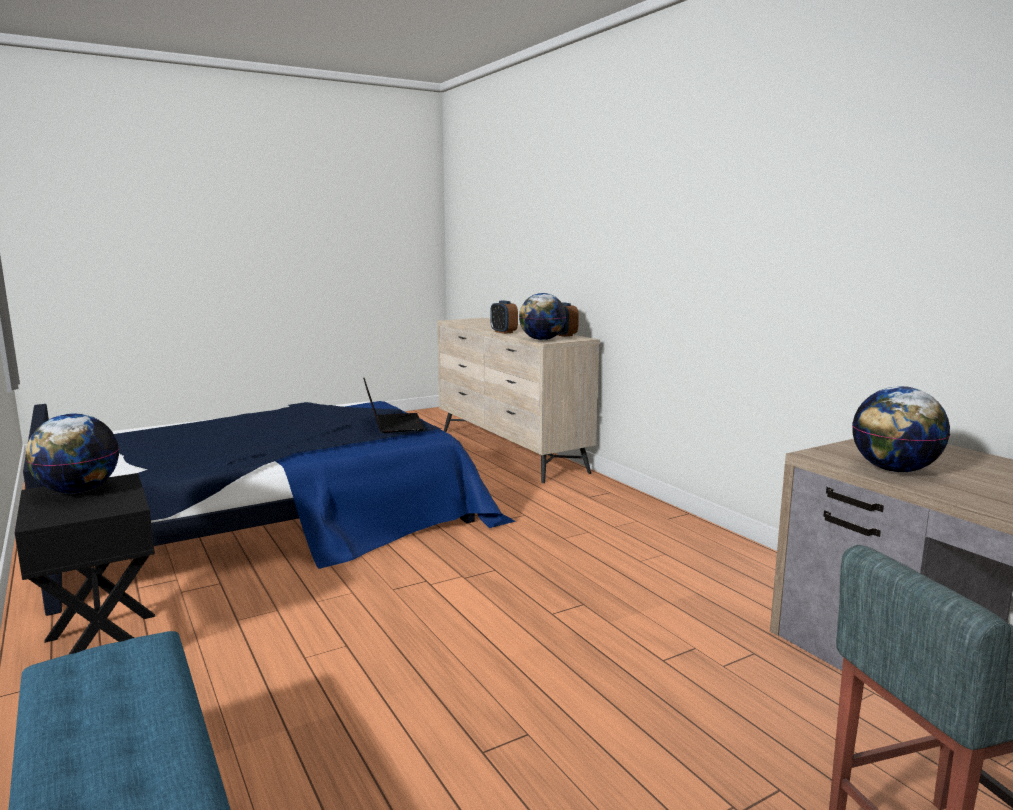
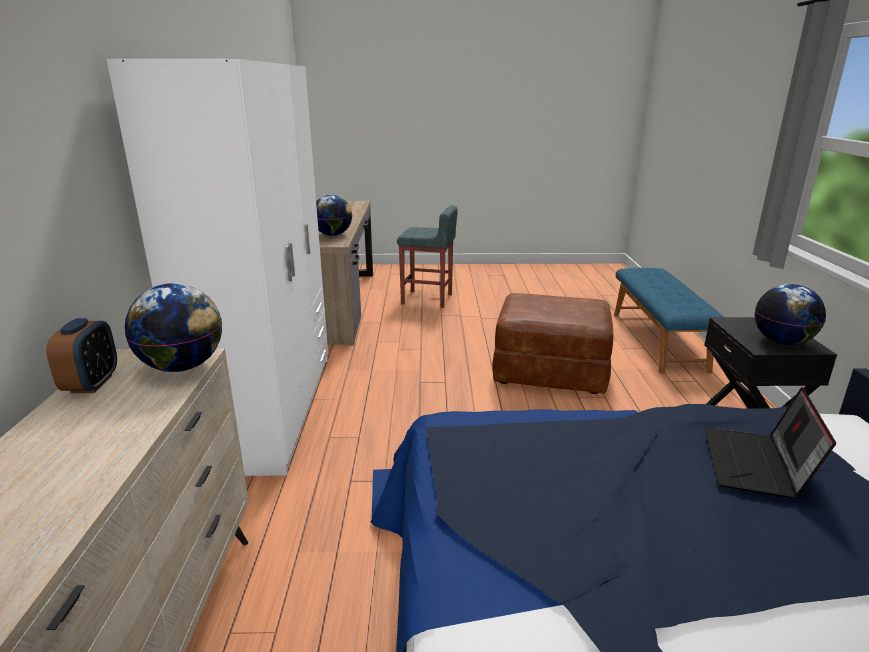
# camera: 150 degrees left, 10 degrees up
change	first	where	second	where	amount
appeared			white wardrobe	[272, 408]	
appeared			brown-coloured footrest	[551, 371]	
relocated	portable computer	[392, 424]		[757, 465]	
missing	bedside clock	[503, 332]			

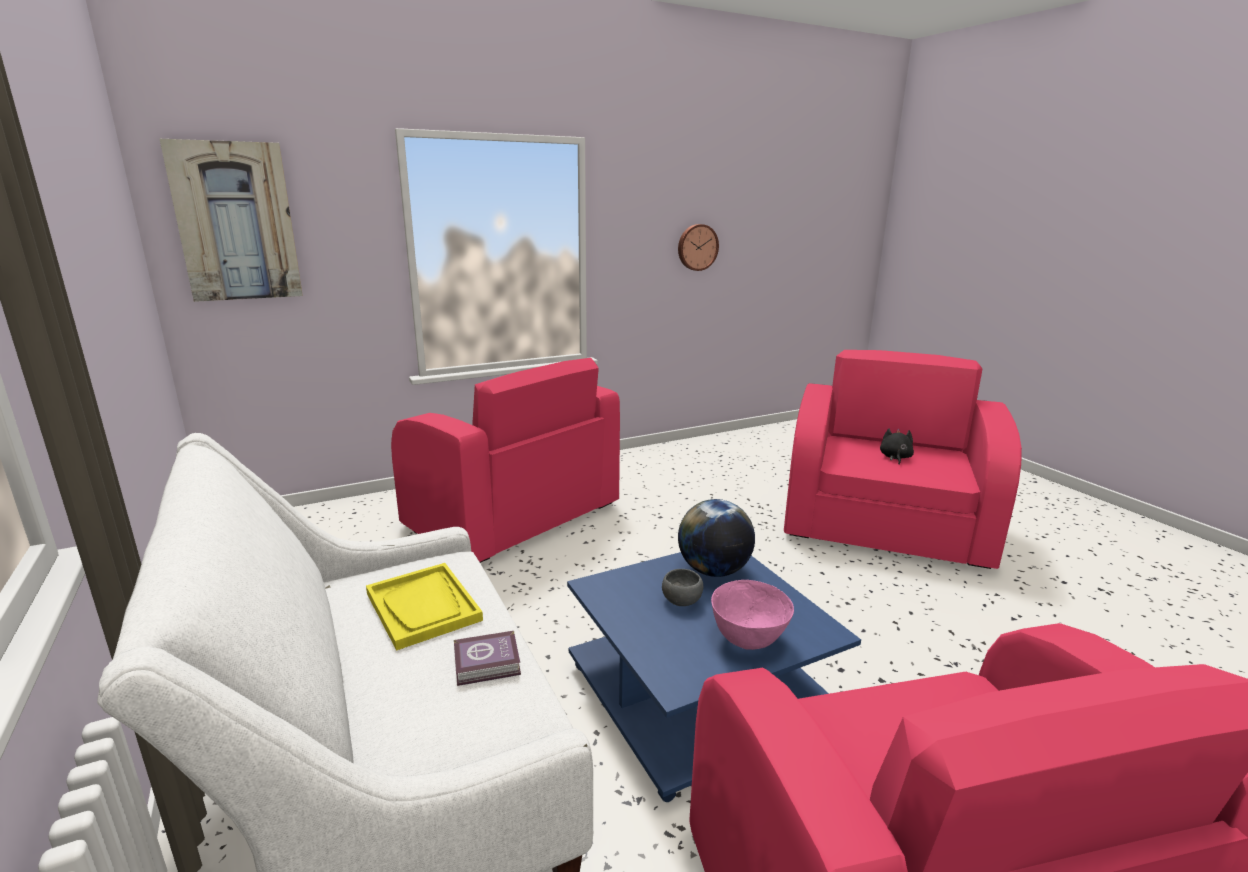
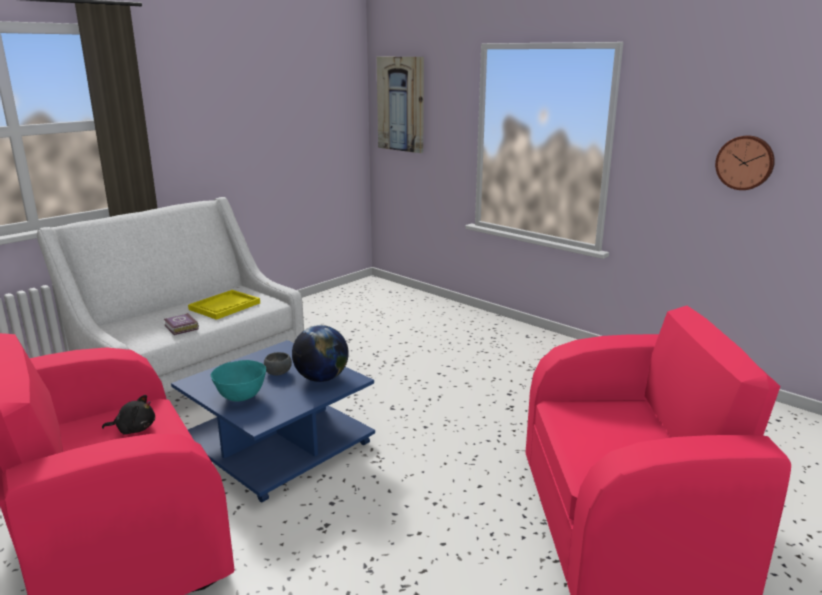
# camera: 70 degrees right, 0 degrees up
change	first	where	second	where	amount
relocated	black plush toy	[895, 457]		[134, 429]	
colour	pink serving bowl	[747, 640]	blue-green serving bowl	[241, 397]	
missing	pink lounge chair	[513, 517]			

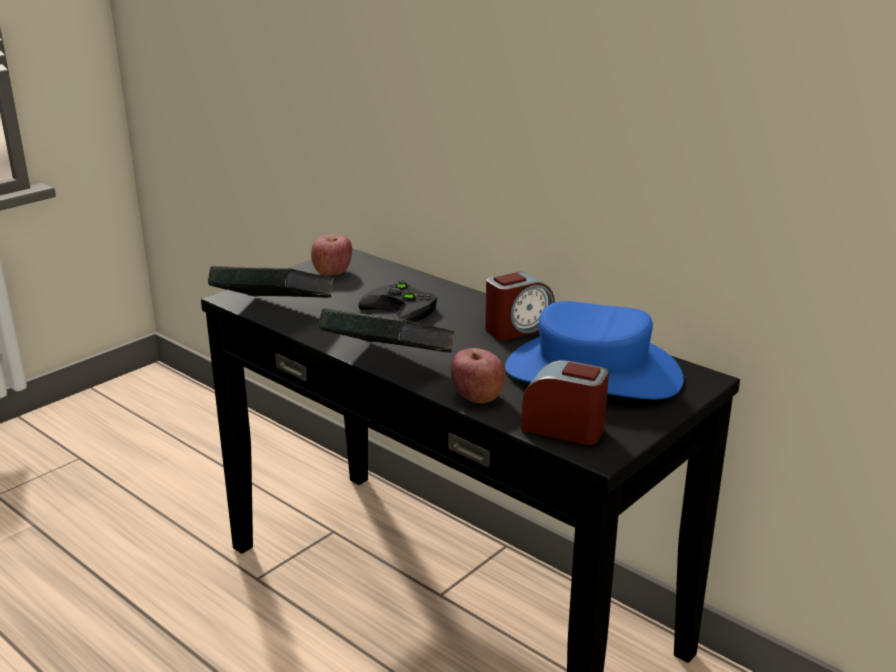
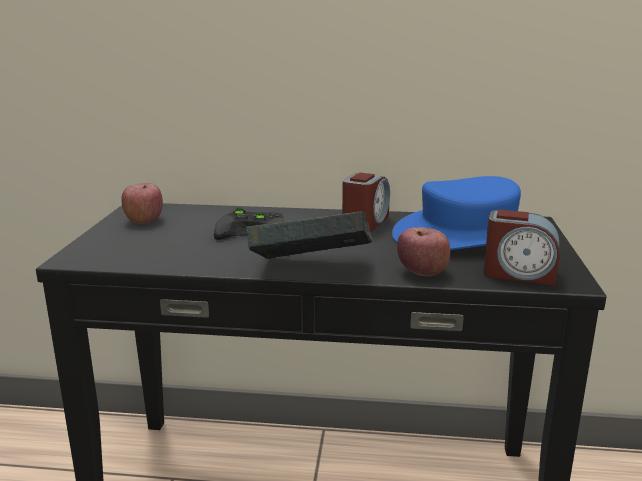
# camera: 35 degrees left, 5 degrees down
change	first	where	second	where	amount
spun	bedside clock	[564, 428]		[519, 274]	150 degrees counterclockwise
missing	book	[273, 313]			

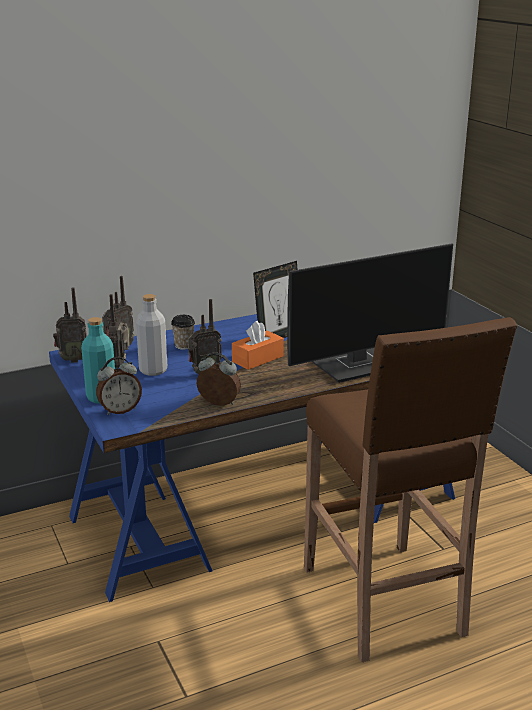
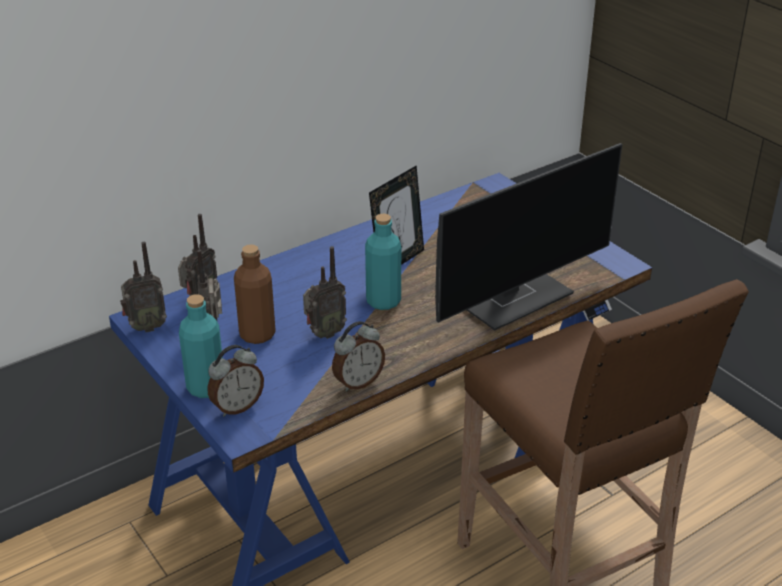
# camera: 10 degrees left, 10 degrees up
change	first	where	second	where	amount
colour	greyish beverage bottle	[153, 370]	brown-coloured beverage bottle	[257, 334]	
spun	bedside clock	[218, 404]		[358, 382]	135 degrees clockwise
exchanged	orange box of tissues	[257, 359]	blue-green beverage bottle	[383, 301]	
missing	small cup	[184, 346]			

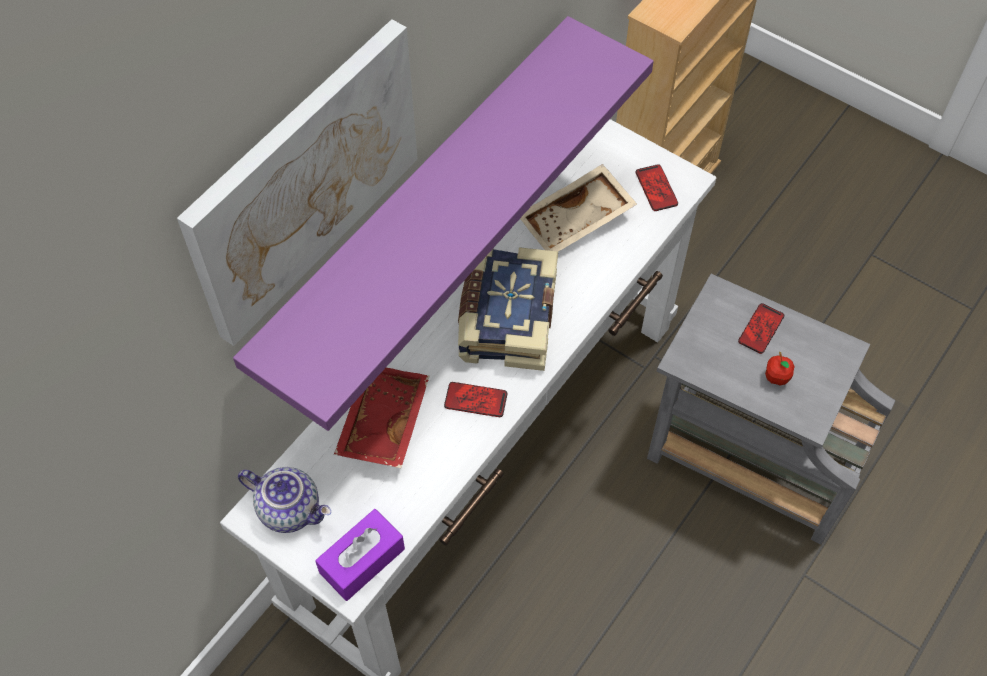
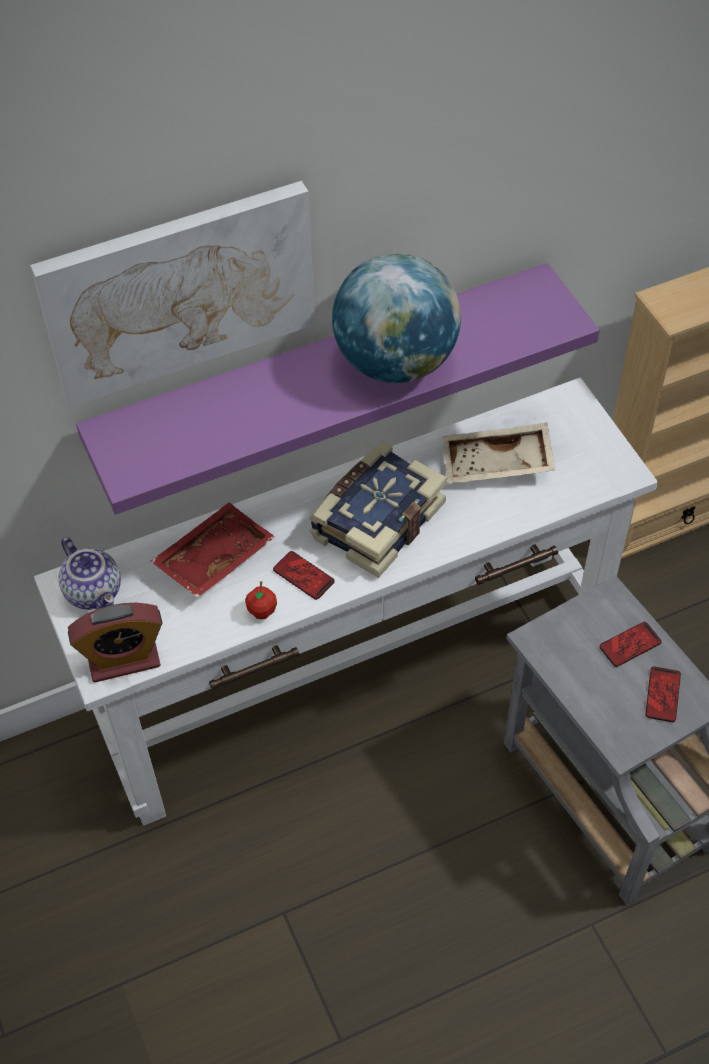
# camera: 30 degrees right, 5 degrees down
change	first	where	second	where	amount
exchanged	purplish box of tissues	[362, 561]	bedside clock	[123, 660]	
relocated	whole apple	[776, 377]		[262, 611]	
appeared			world globe	[396, 362]	
relocated	phone	[656, 188]		[662, 695]	

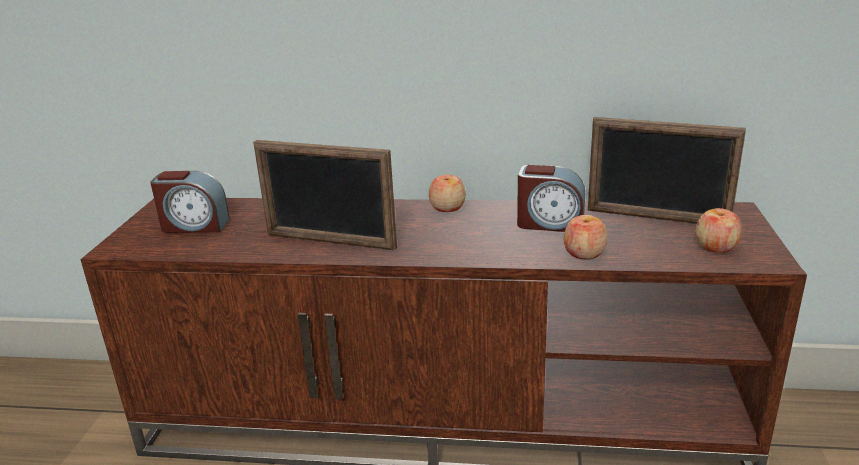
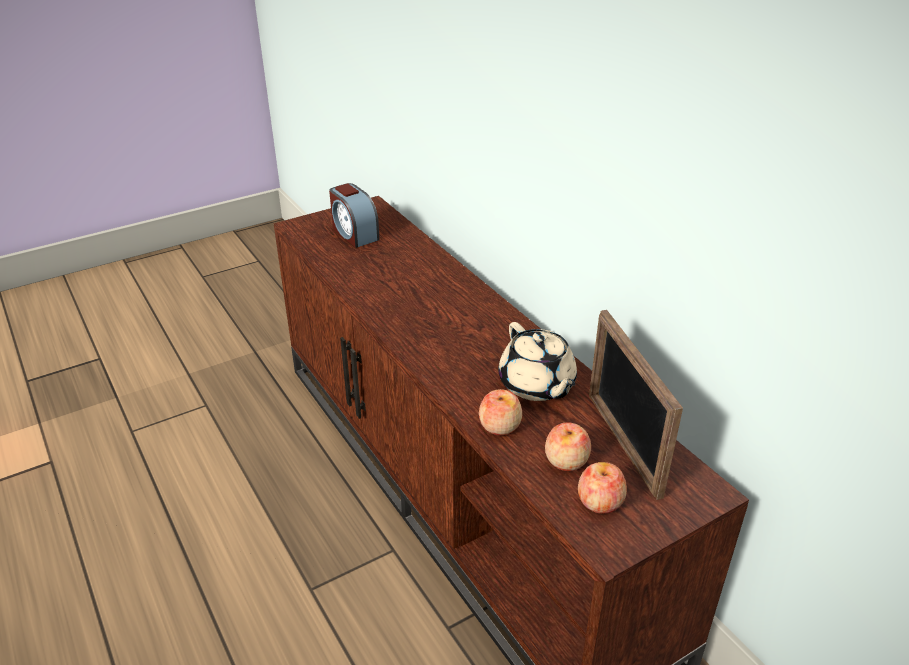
# camera: 50 degrees right, 10 degrees up
change	first	where	second	where	amount
exchanged	bedside clock	[550, 223]	beige-coloured pot for tea	[537, 385]	
relocated	whole apple	[447, 208]		[566, 460]	
missing	standing frame	[330, 241]			

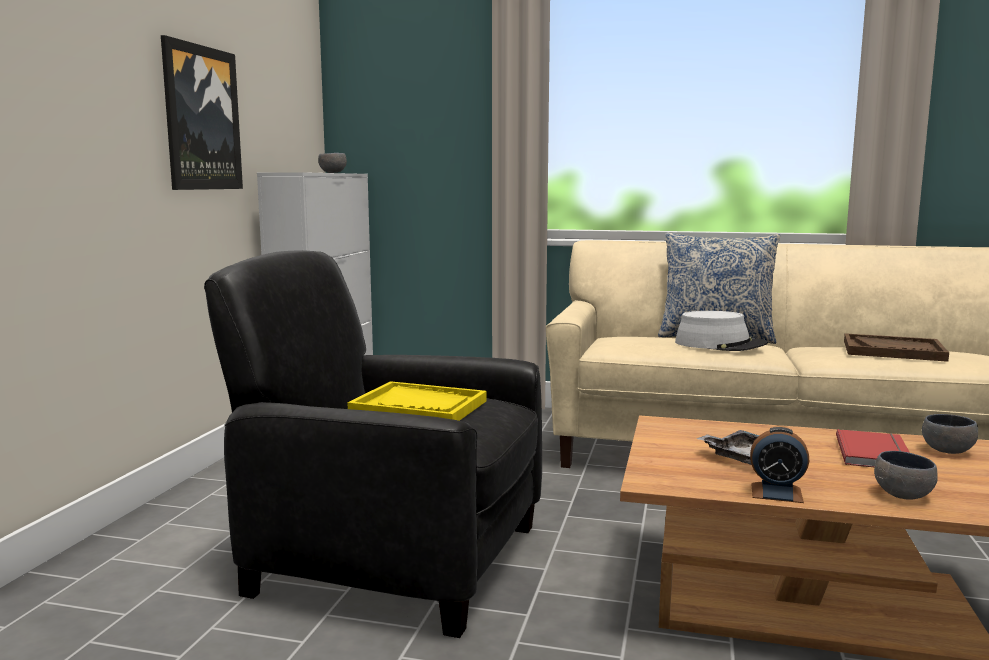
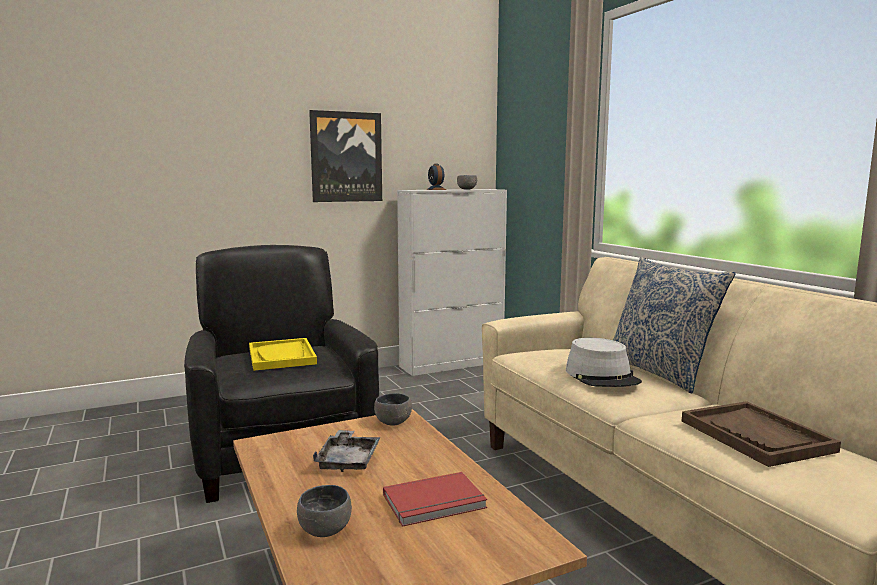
# camera: 50 degrees right, 0 degrees up
change	first	where	second	where	amount
relocated	greyish serving bowl	[945, 451]		[392, 422]	
relocated	bedside clock	[776, 493]		[436, 189]	

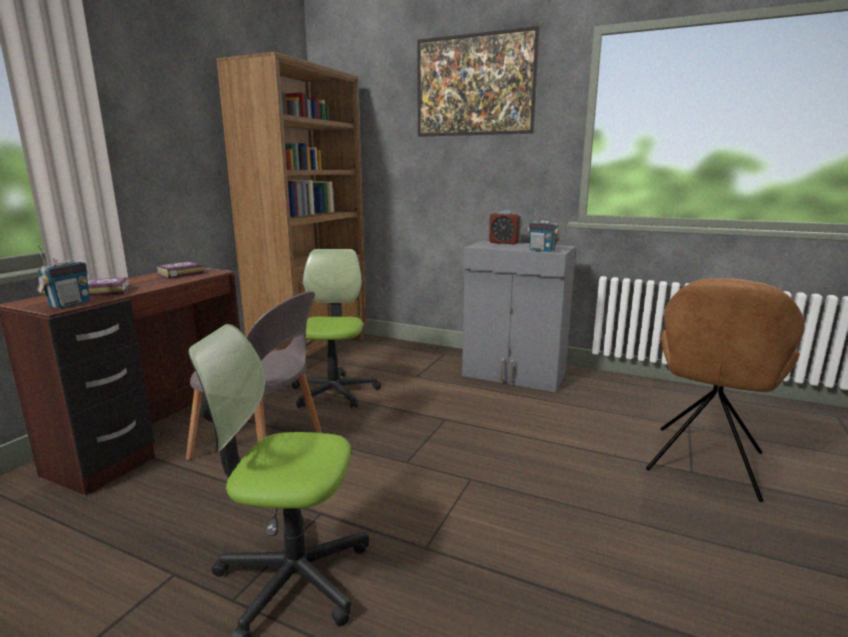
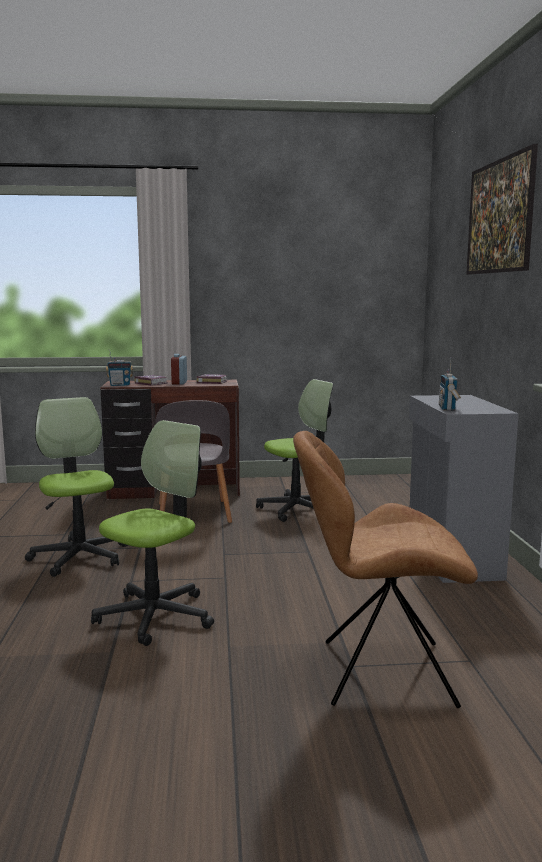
# camera: 60 degrees right, 5 degrees down
change	first	where	second	where	amount
appeared			office chair	[155, 616]	
relocated	bedside clock	[504, 242]		[179, 383]	
missing	brown-coloured bookshelf	[313, 350]			

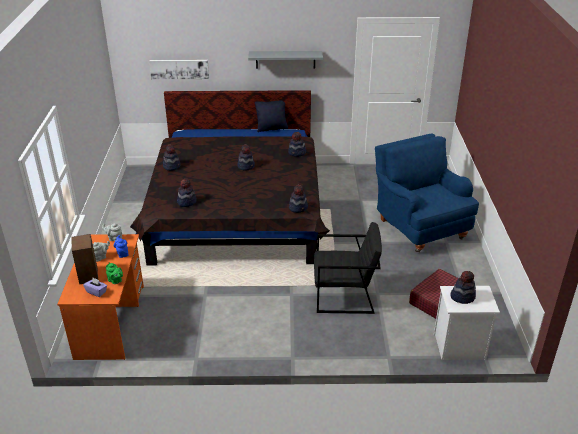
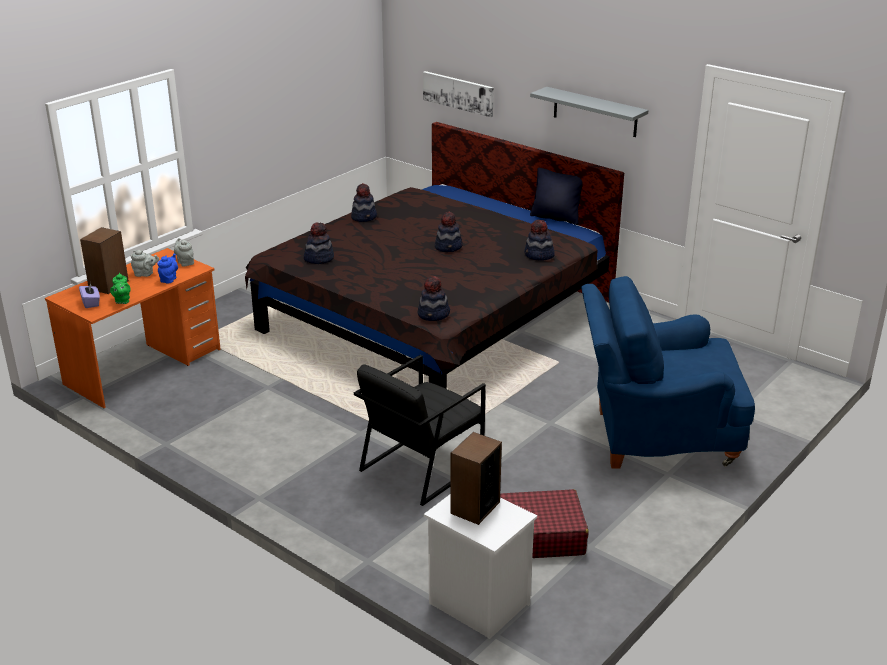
# camera: 40 degrees right, 5 degrees down
change	first	where	second	where	amount
spun	black lounge chair	[344, 295]		[421, 466]	90 degrees clockwise
exchanged	wearable hat	[462, 296]	speaker	[474, 507]	
spun	bluish lounge chair	[419, 227]		[656, 438]	105 degrees counterclockwise

